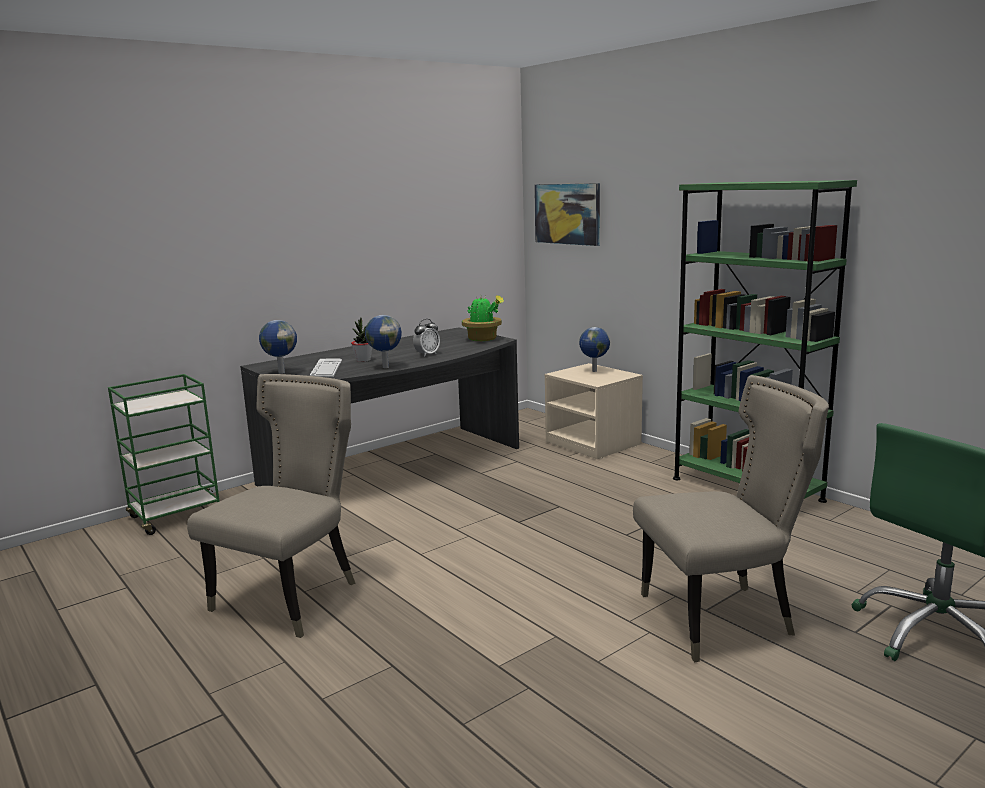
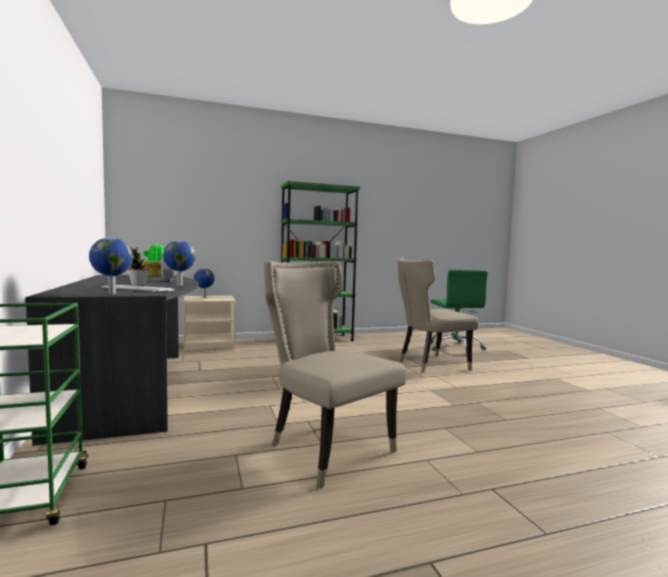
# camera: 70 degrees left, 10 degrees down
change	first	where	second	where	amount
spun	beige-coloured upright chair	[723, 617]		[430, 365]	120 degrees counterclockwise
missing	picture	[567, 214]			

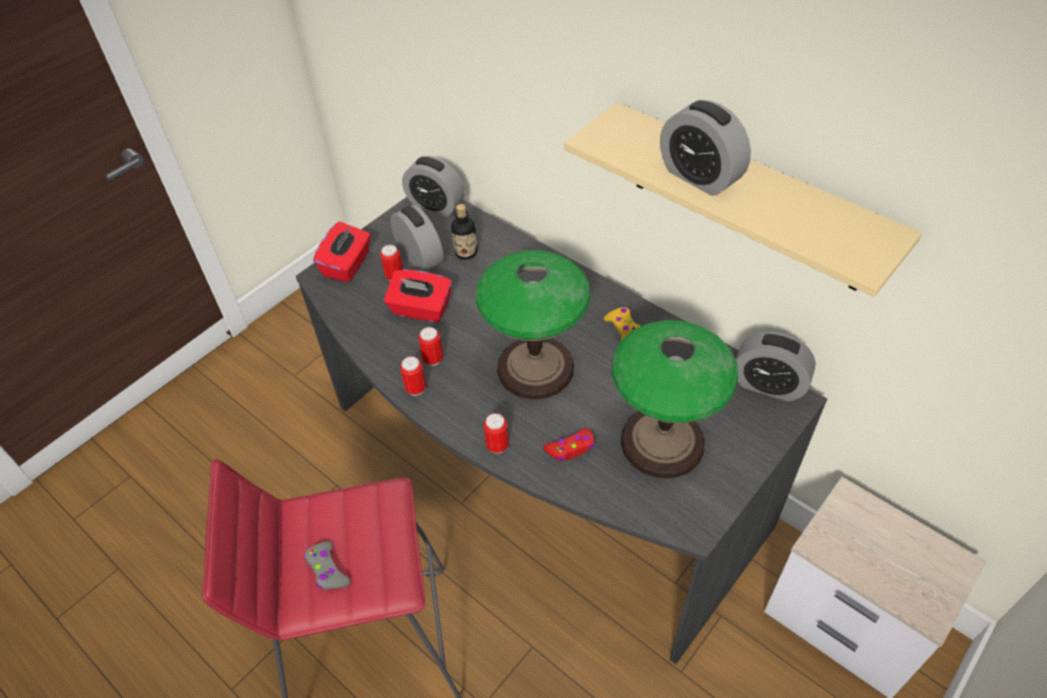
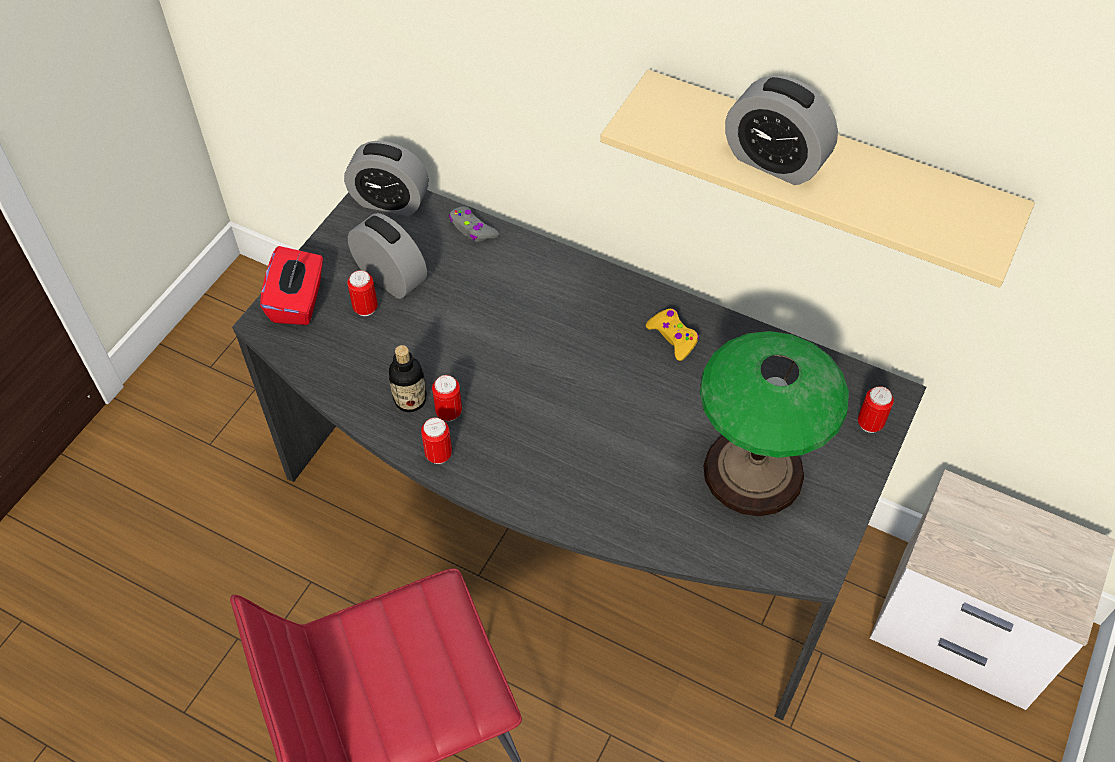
# camera: 15 degrees left, 5 degrees up
change	first	where	second	where	amount
relocated	beverage bottle	[466, 252]		[410, 400]	
relocated	greyish joypad	[327, 570]		[472, 229]	
relocated	can	[497, 446]		[870, 424]	
missing	red box of tissues	[421, 309]			
missing	table lamp	[534, 368]			
missing	red joypad	[571, 448]			
missing	bedside clock	[768, 385]			

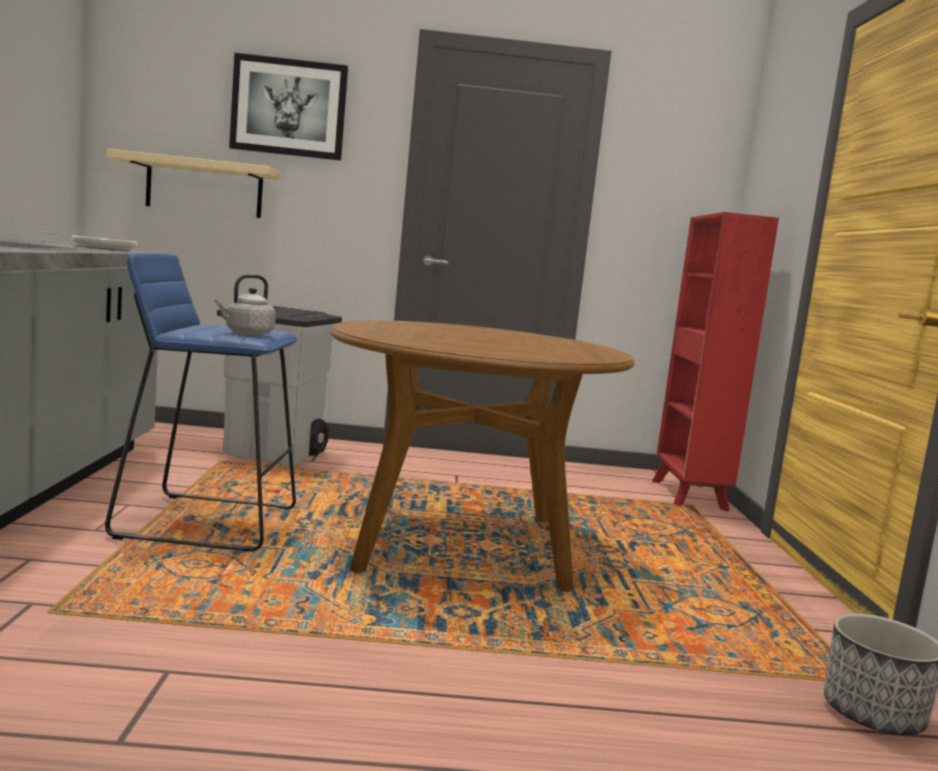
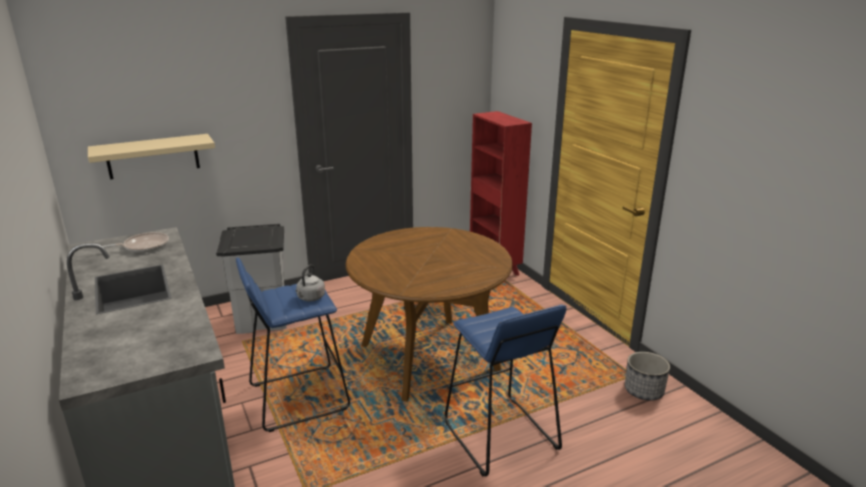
# camera: 25 degrees left, 15 degrees up
change	first	where	second	where	amount
appeared			bluish stool	[499, 436]	
missing	picture	[289, 108]			

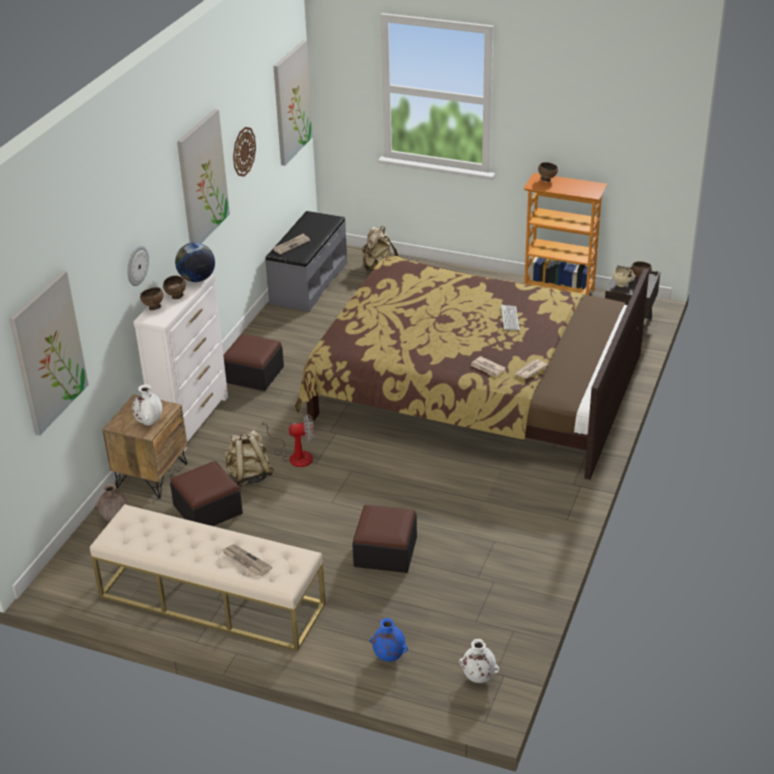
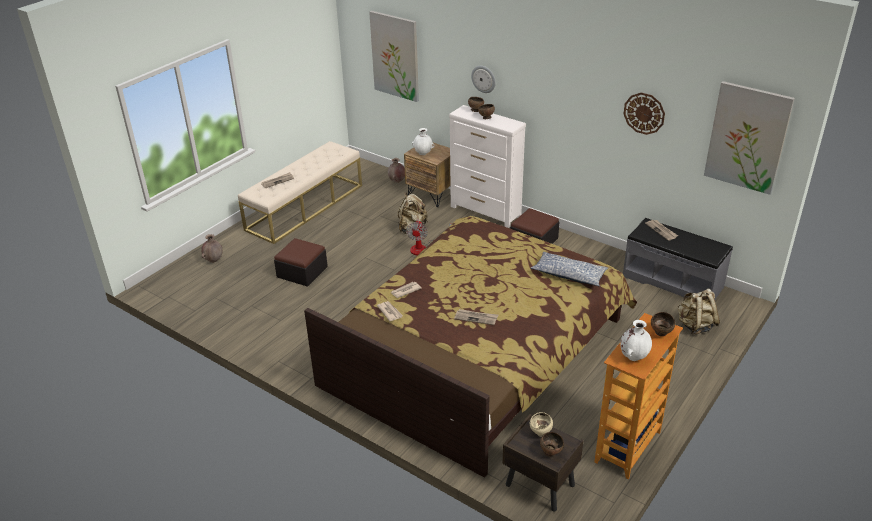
# camera: 105 degrees right, 0 degrees up
change	first	where	second	where	amount
colour	bluish flower vase	[389, 657]	brown-coloured flower vase	[214, 260]	
exchanged	keyboard	[510, 318]	daily paper	[476, 318]	
appeared			cushion	[569, 274]	
relocated	white flower vase	[478, 678]		[633, 357]	
missing	footrest	[208, 509]			
missing	world globe	[197, 279]			
missing	picture	[202, 179]			

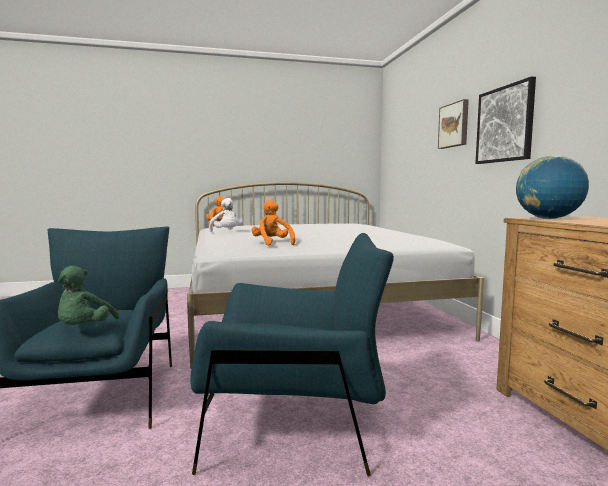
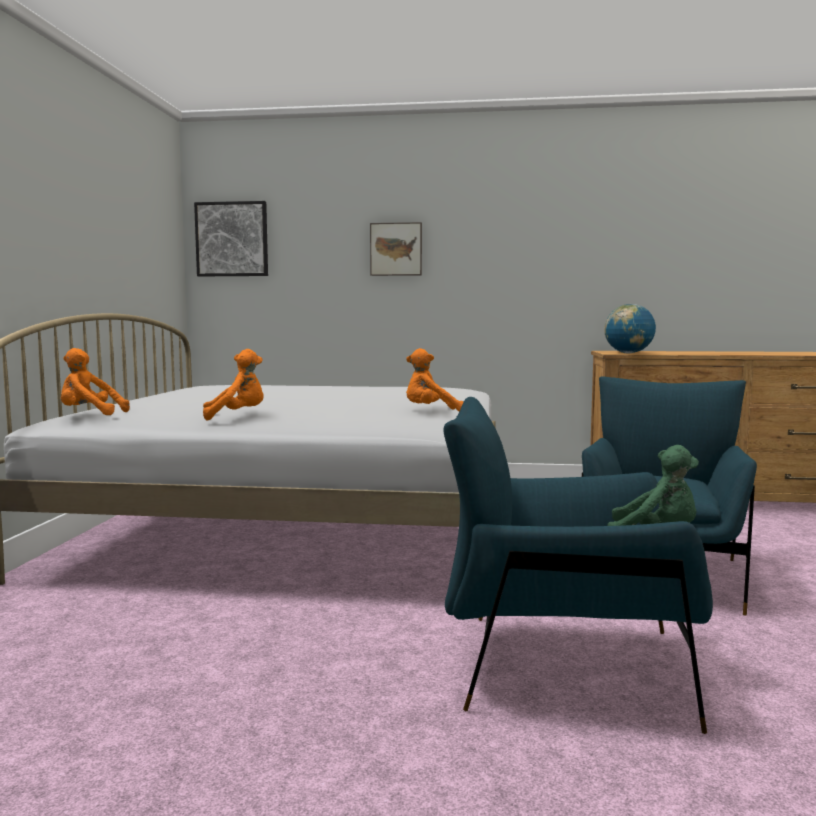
# camera: 70 degrees left, 0 degrees up
change	first	where	second	where	amount
relocated	picture	[505, 124]		[232, 239]	
colour	white plush toy	[227, 232]	orange plush toy	[237, 416]	

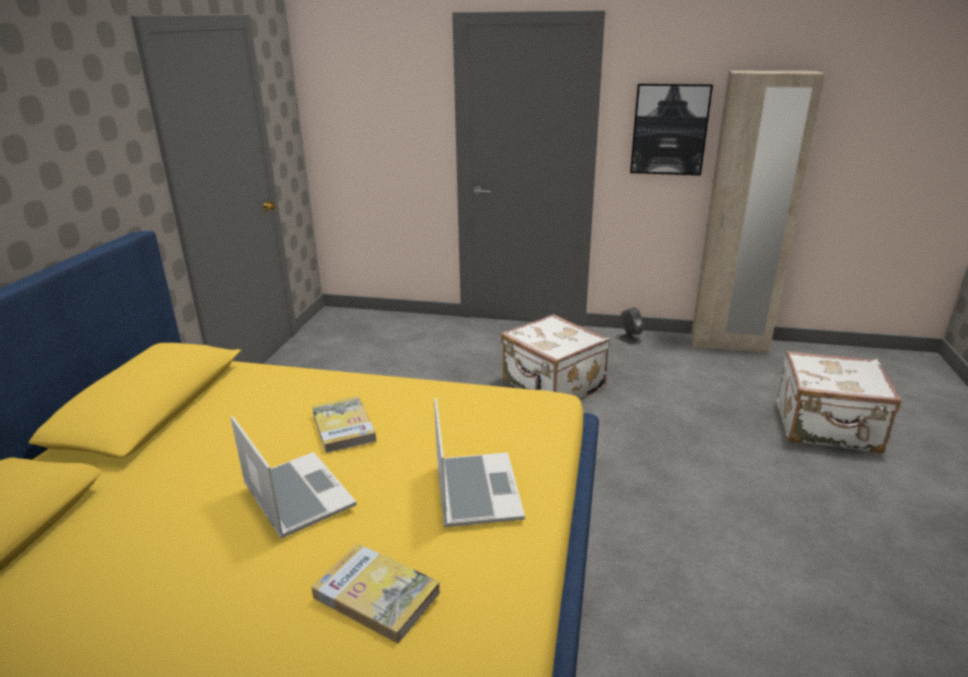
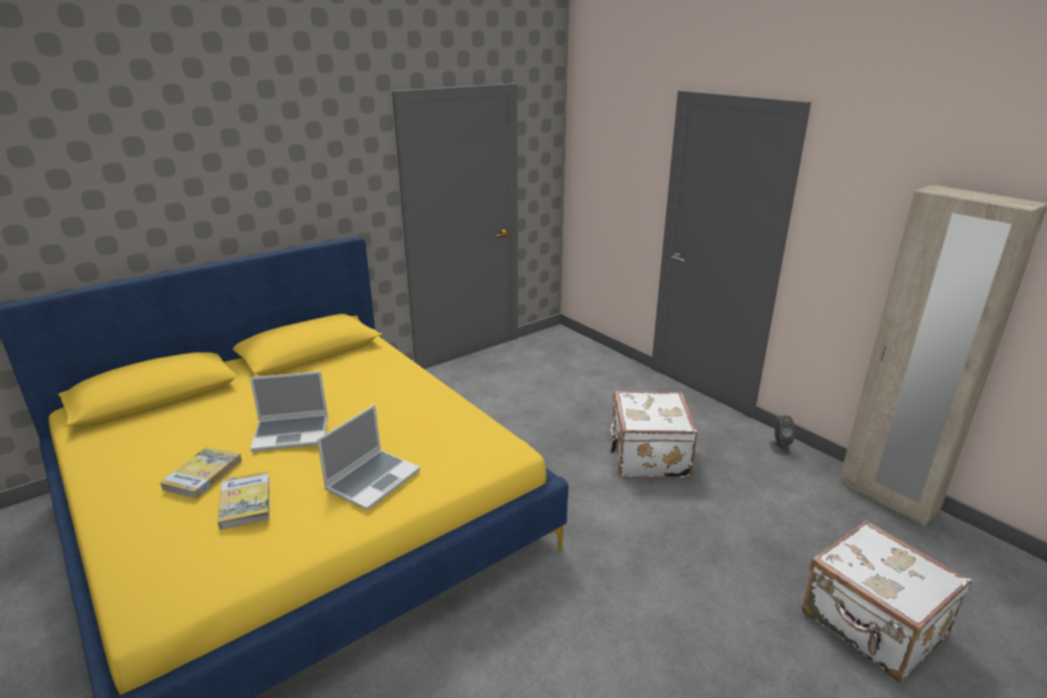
# camera: 40 degrees right, 0 degrees up
change	first	where	second	where	amount
relocated	book	[343, 427]		[203, 475]	
spun	portable computer	[296, 496]		[292, 433]	75 degrees clockwise
missing	picture	[669, 129]			

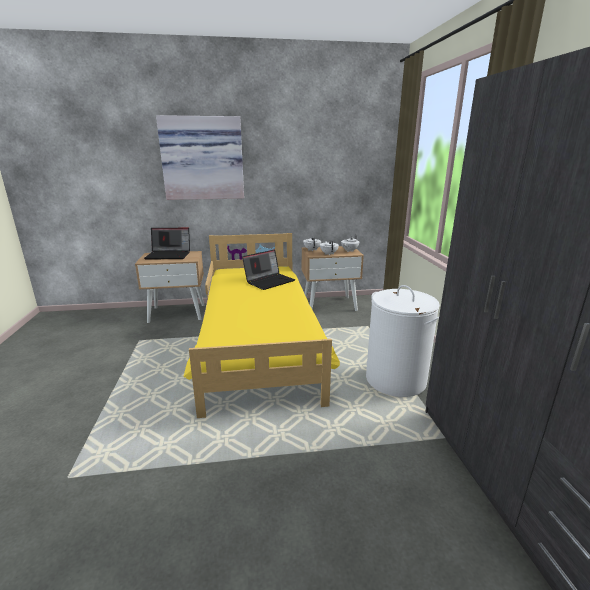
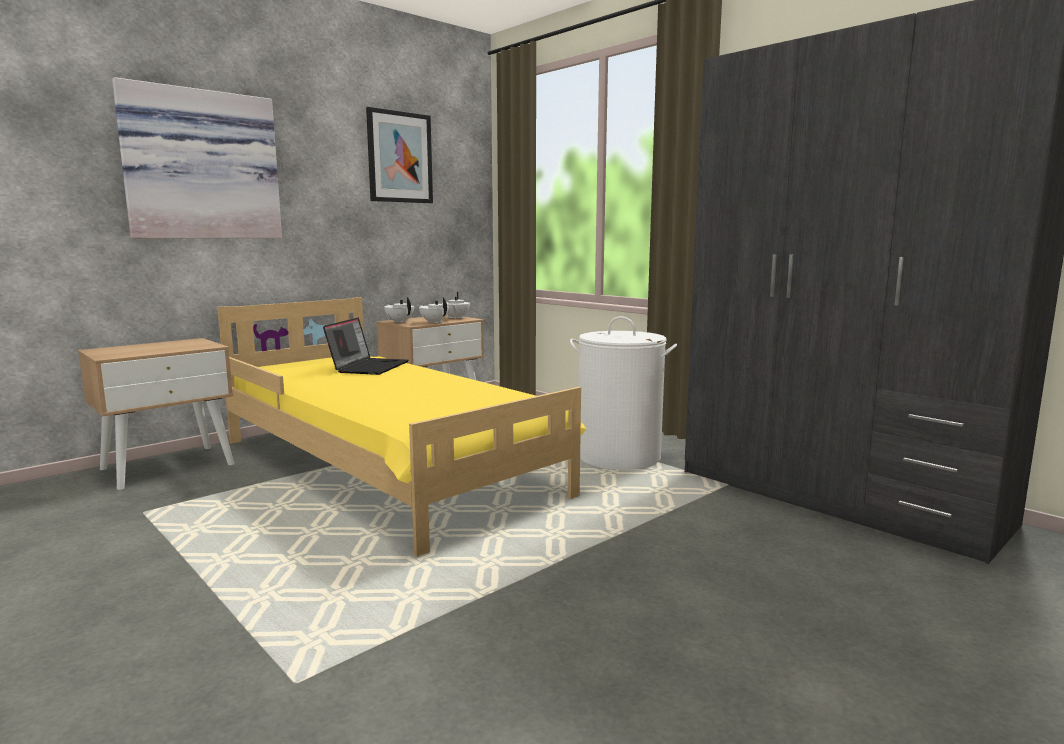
# camera: 35 degrees left, 10 degrees down
change	first	where	second	where	amount
appeared			picture	[399, 157]	
missing	portable computer	[169, 255]			

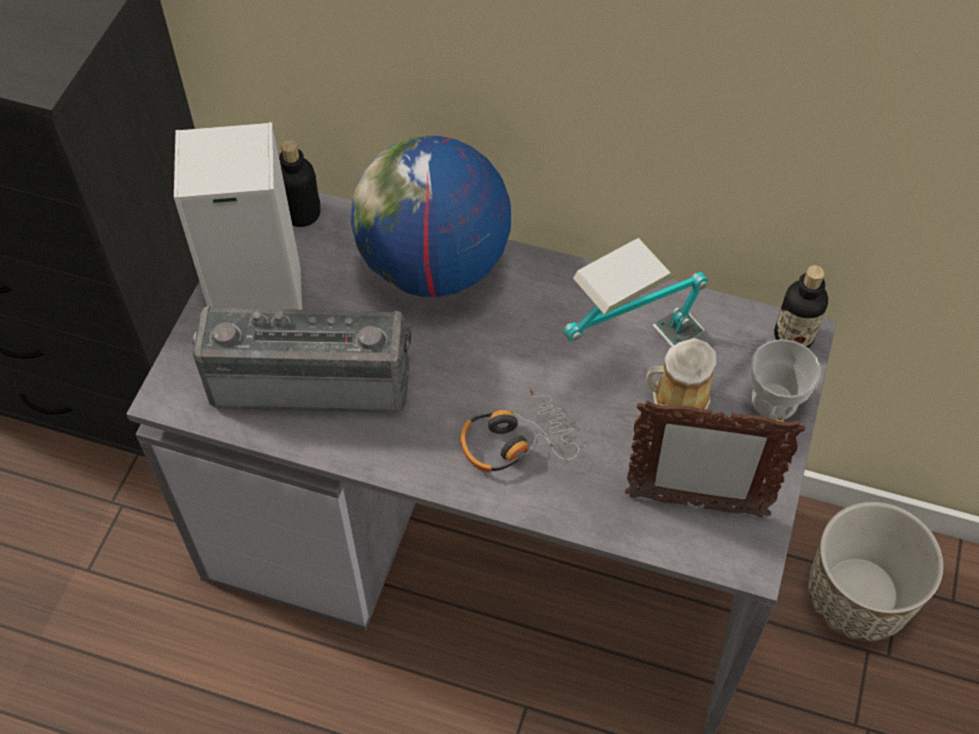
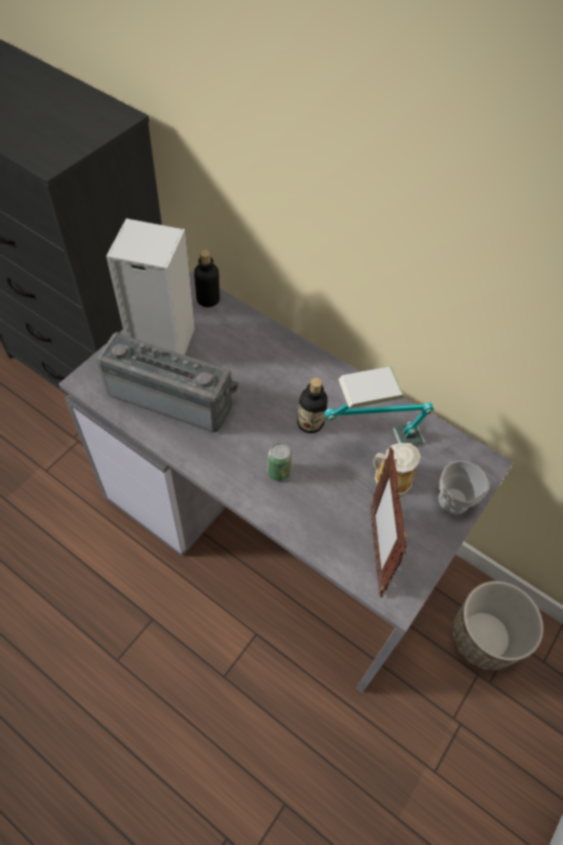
# camera: 15 degrees right, 0 degrees up
change	first	where	second	where	amount
exchanged	headset	[515, 441]	can	[278, 472]	
relocated	beverage bottle	[793, 336]		[310, 423]	
spun	standing frame	[694, 504]		[376, 550]	60 degrees clockwise
missing	world globe	[433, 266]			

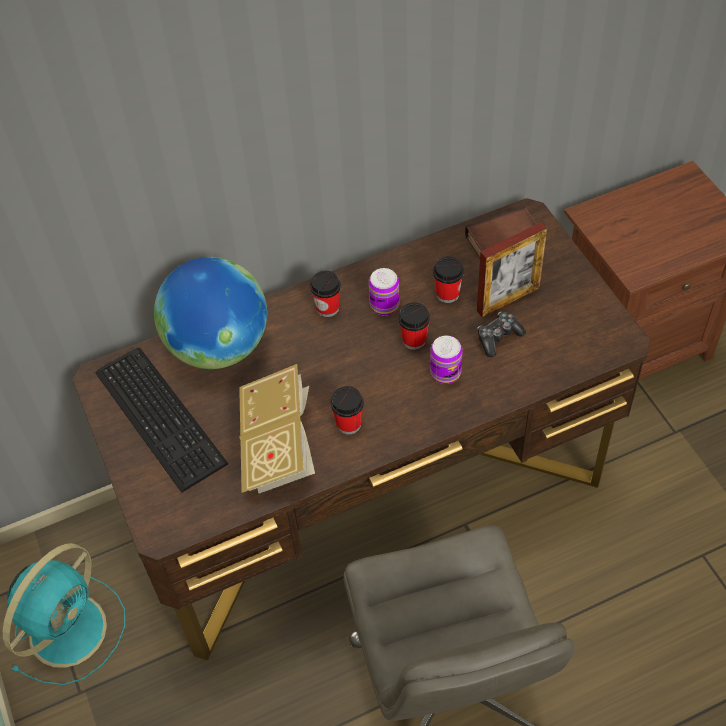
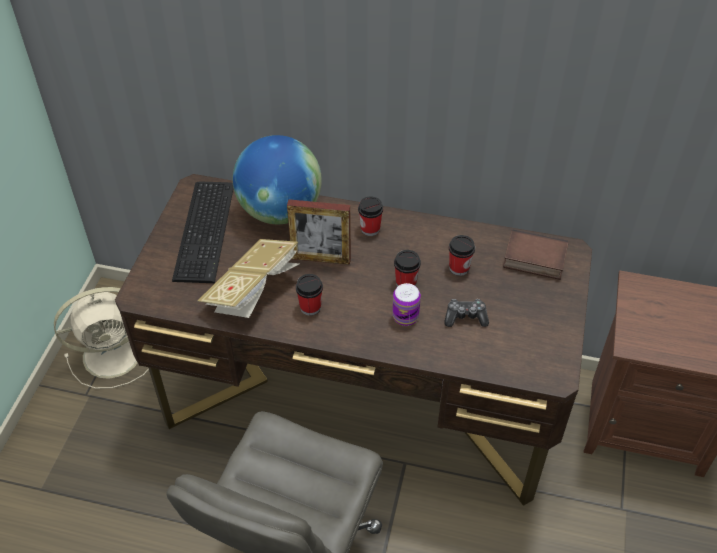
# camera: 35 degrees right, 5 degrees down
change	first	where	second	where	amount
colour	blue-green electric fan	[70, 627]	beige-coloured electric fan	[115, 353]	
relocated	standing frame	[508, 299]		[321, 258]	
missing	can	[384, 305]			

